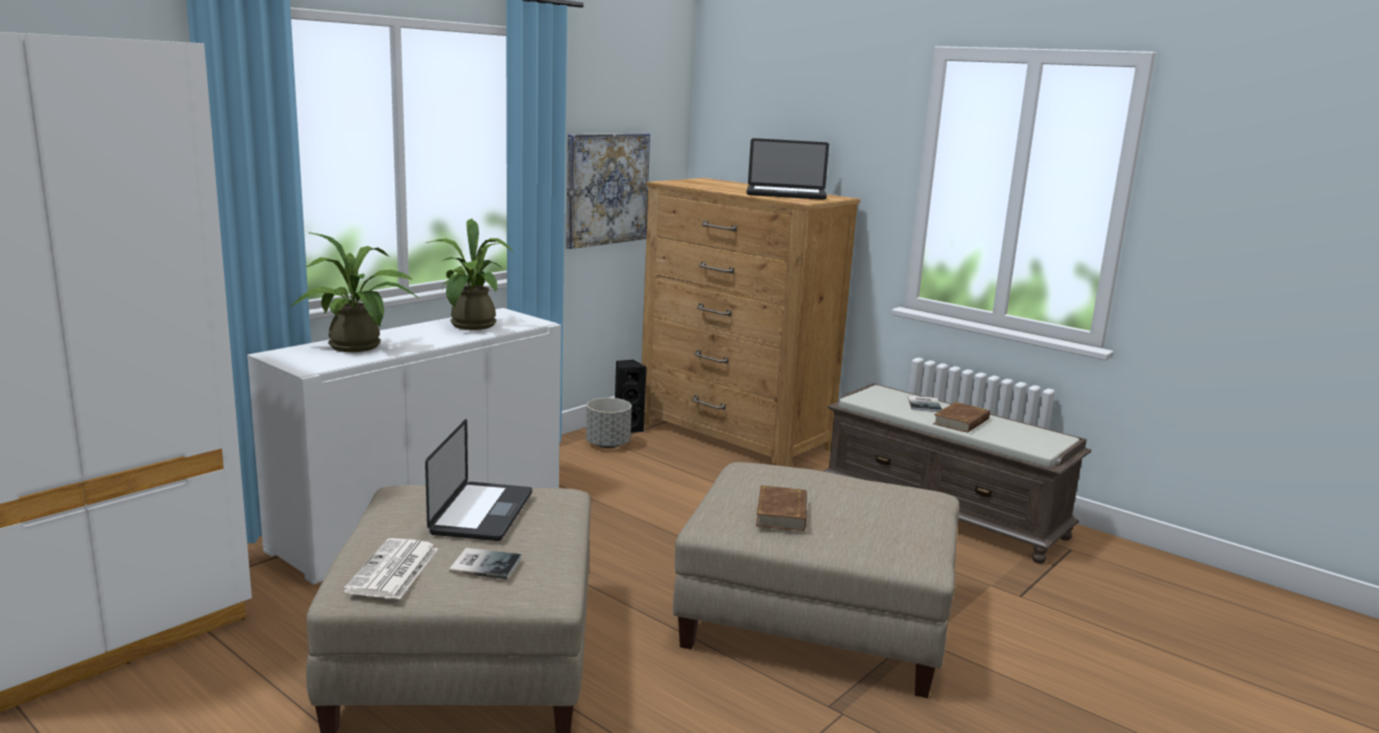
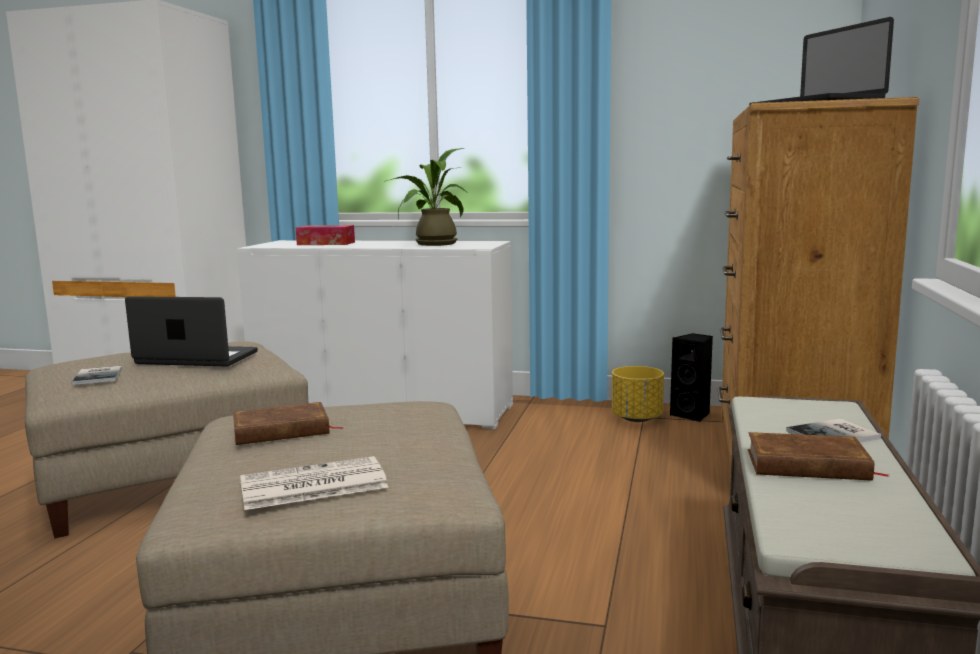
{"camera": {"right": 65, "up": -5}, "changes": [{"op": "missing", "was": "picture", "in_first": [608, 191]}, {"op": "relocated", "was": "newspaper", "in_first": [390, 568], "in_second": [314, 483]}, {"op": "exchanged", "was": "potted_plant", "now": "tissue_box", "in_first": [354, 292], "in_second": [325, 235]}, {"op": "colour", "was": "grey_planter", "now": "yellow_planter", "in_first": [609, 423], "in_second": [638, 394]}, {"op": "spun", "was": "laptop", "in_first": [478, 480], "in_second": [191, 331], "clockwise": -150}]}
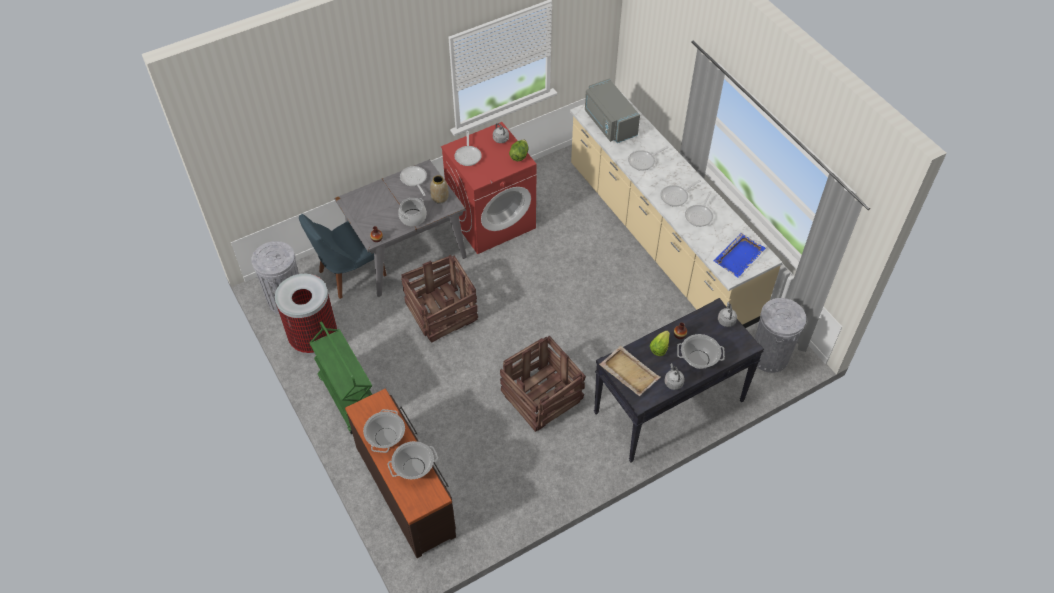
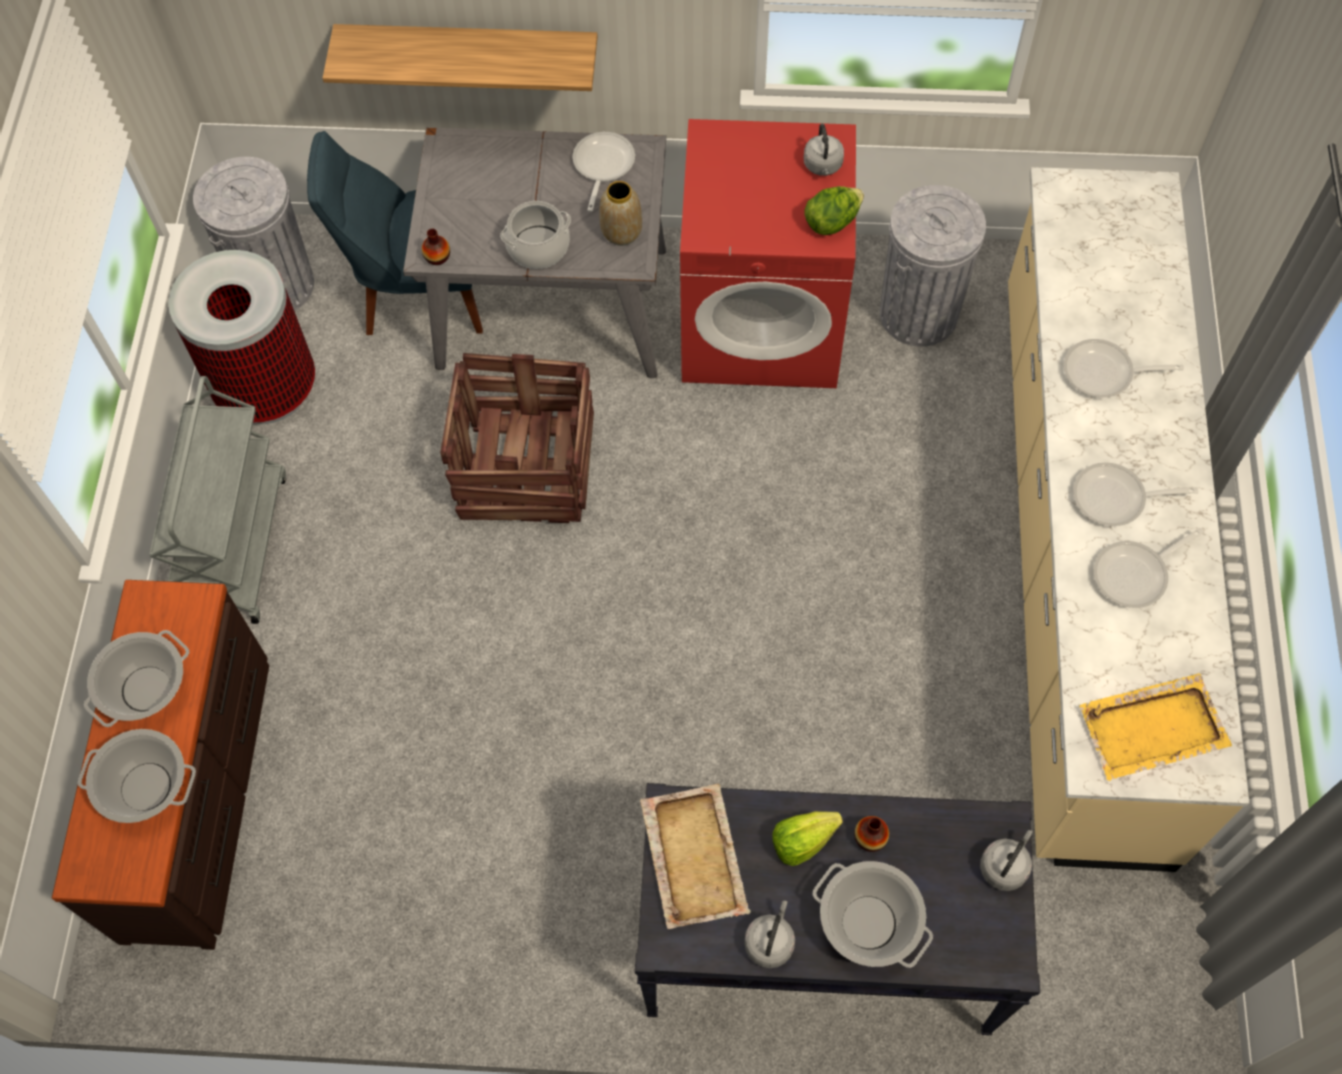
{"camera": {"right": 35, "up": 10}, "changes": [{"op": "missing", "was": "frying_pan", "in_first": [468, 148]}, {"op": "missing", "was": "crate", "in_first": [543, 384]}, {"op": "missing", "was": "grey_microwave", "in_first": [612, 111]}, {"op": "appeared", "now": "shelf", "in_second": [460, 57]}, {"op": "relocated", "was": "grey_trash_can", "in_first": [780, 335], "in_second": [933, 266]}, {"op": "colour", "was": "green_cart", "now": "grey_cart", "in_first": [341, 377], "in_second": [217, 500]}, {"op": "colour", "was": "blue_tray", "now": "yellow_tray", "in_first": [740, 255], "in_second": [1155, 727]}]}
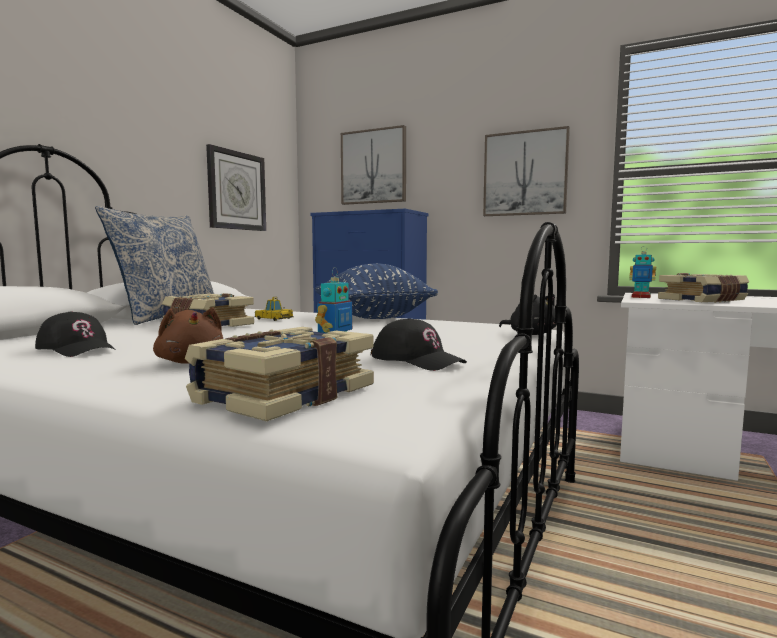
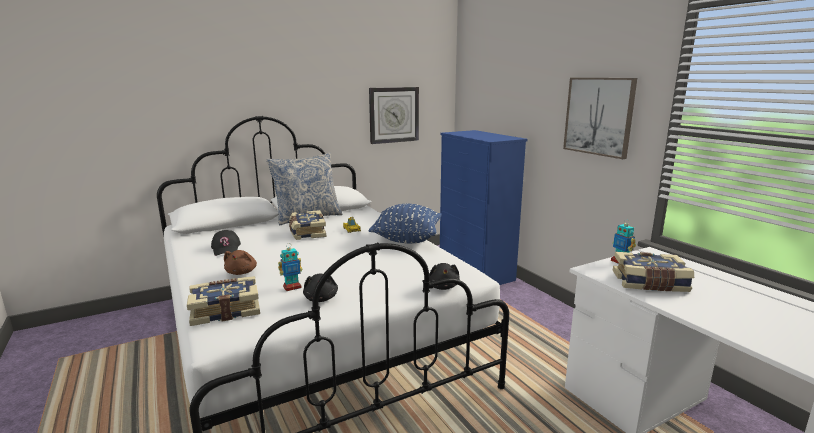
{"camera": {"right": 35, "up": 10}, "changes": [{"op": "missing", "was": "picture", "in_first": [373, 165]}, {"op": "exchanged", "was": "black_cap", "now": "black_plush_toy", "in_first": [419, 344], "in_second": [320, 288]}]}
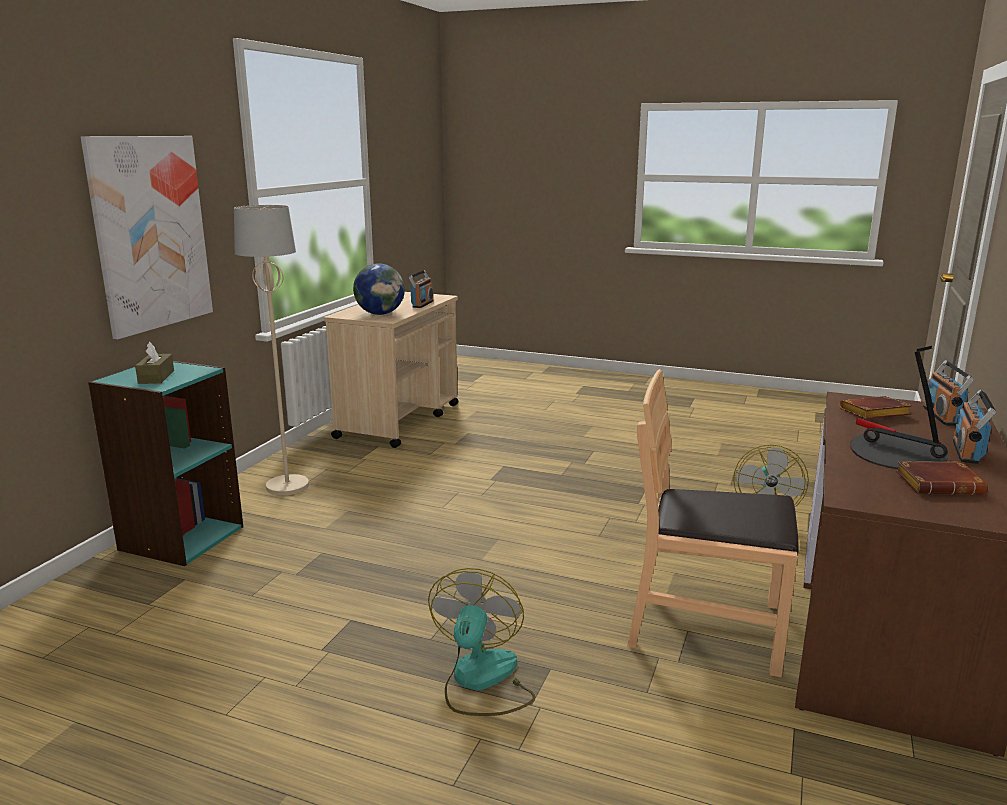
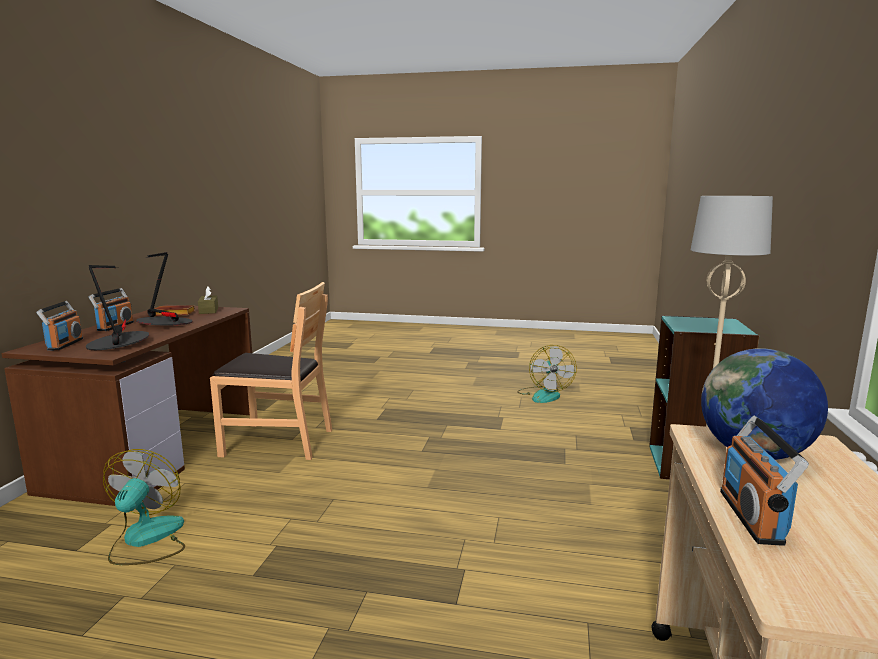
{"camera": {"right": 170, "up": -5}, "changes": [{"op": "missing", "was": "picture", "in_first": [147, 237]}, {"op": "relocated", "was": "brown_tissue_box", "in_first": [154, 363], "in_second": [208, 300]}, {"op": "relocated", "was": "fan", "in_first": [481, 642], "in_second": [547, 374]}, {"op": "exchanged", "was": "brown_book", "now": "table_lamp", "in_first": [876, 407], "in_second": [117, 307]}]}
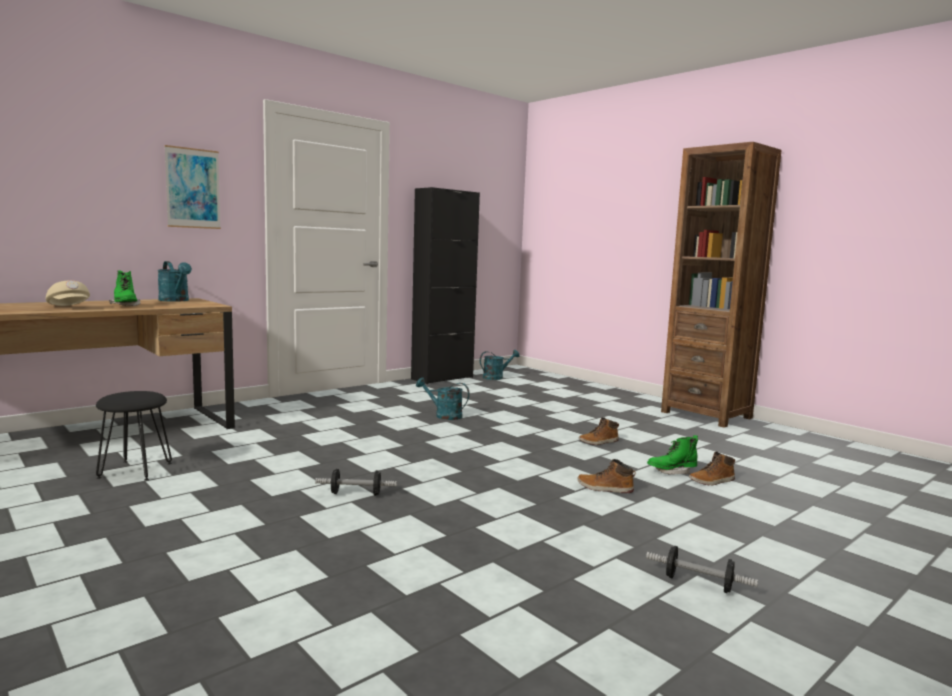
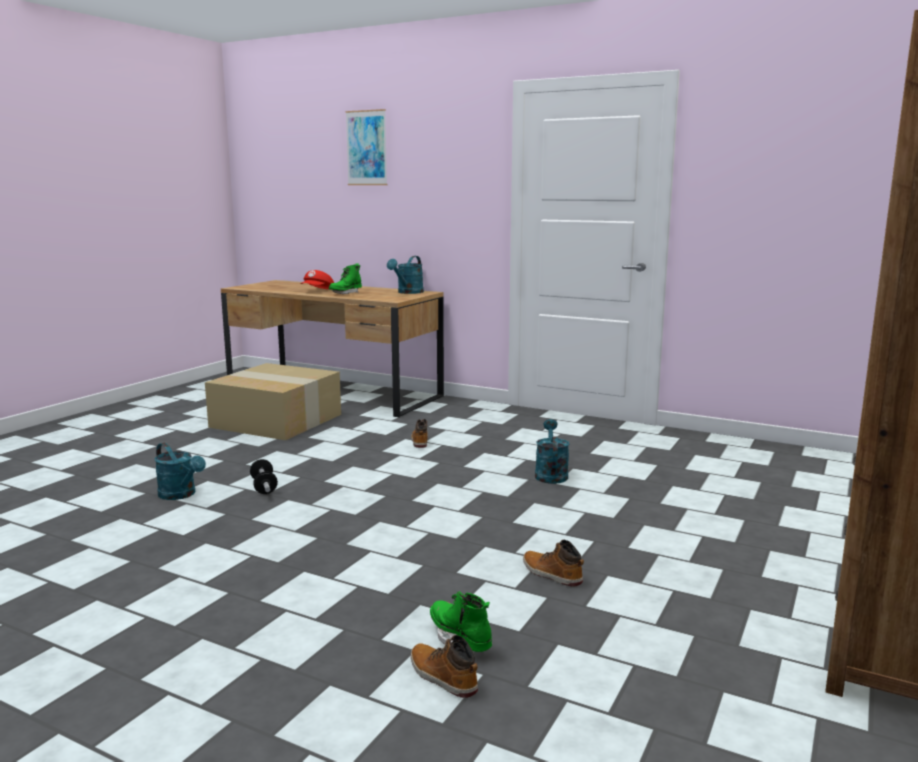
{"camera": {"right": 70, "up": 5}, "changes": [{"op": "missing", "was": "black_cabinet", "in_first": [445, 285]}, {"op": "missing", "was": "dumbbell", "in_first": [702, 569]}, {"op": "relocated", "was": "picture", "in_first": [192, 187], "in_second": [366, 147]}, {"op": "relocated", "was": "turquoise_watering_can", "in_first": [500, 365], "in_second": [180, 471]}, {"op": "relocated", "was": "boot", "in_first": [606, 476], "in_second": [419, 433]}, {"op": "exchanged", "was": "black_stool", "now": "cardboard_box", "in_first": [134, 436], "in_second": [273, 401]}, {"op": "colour", "was": "beige_cap", "now": "red_cap", "in_first": [68, 293], "in_second": [317, 279]}]}
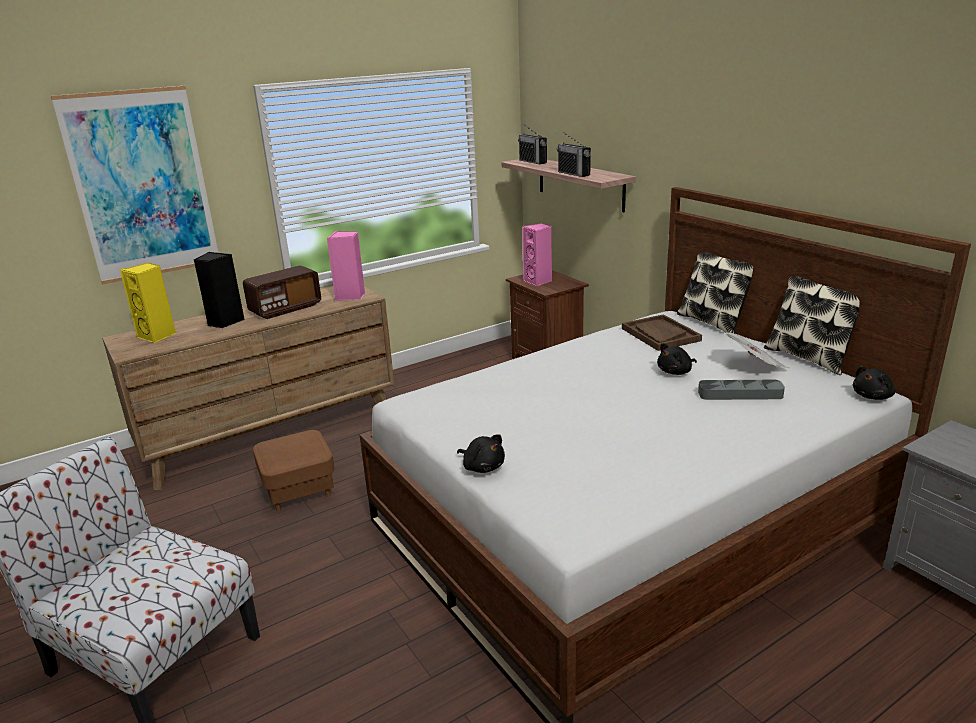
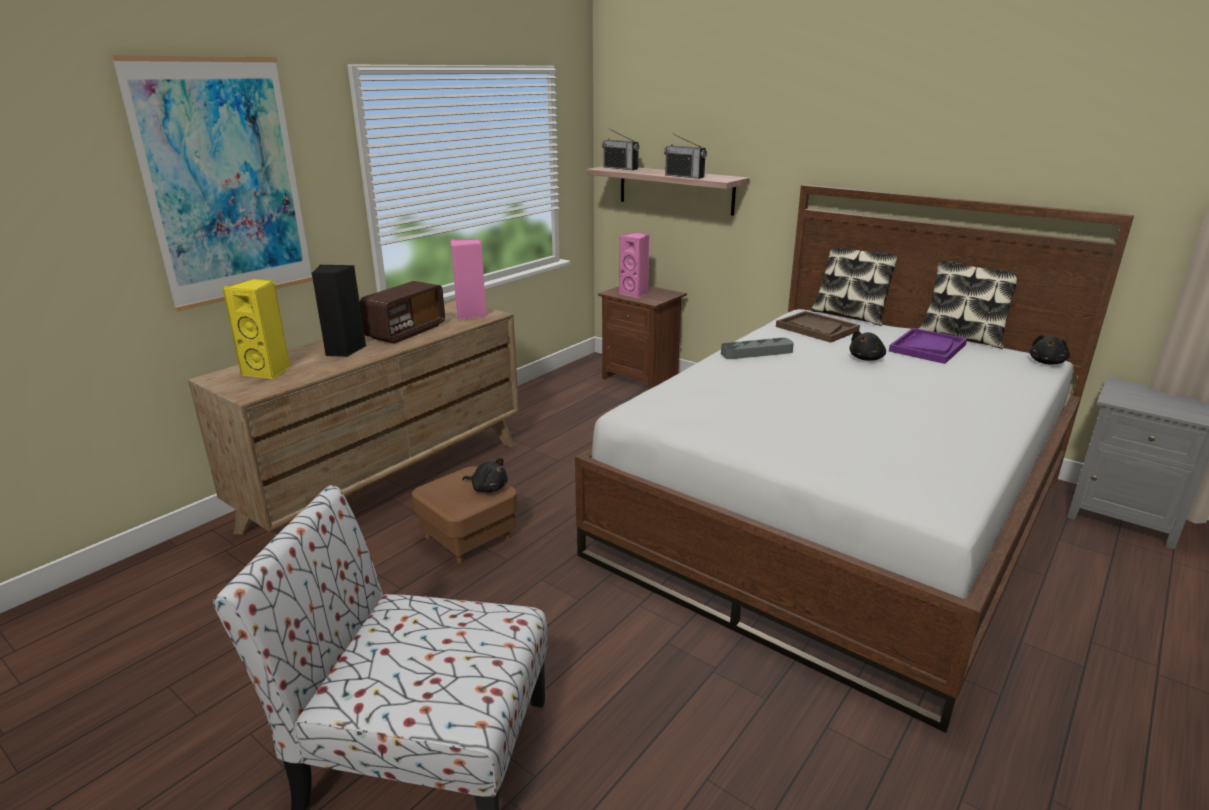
{"camera": {"right": -20, "up": 0}, "changes": [{"op": "relocated", "was": "black_plush_toy", "in_first": [481, 453], "in_second": [485, 475]}, {"op": "relocated", "was": "grey_tray", "in_first": [741, 390], "in_second": [757, 348]}, {"op": "exchanged", "was": "newspaper", "now": "purple_tray", "in_first": [756, 350], "in_second": [928, 346]}]}
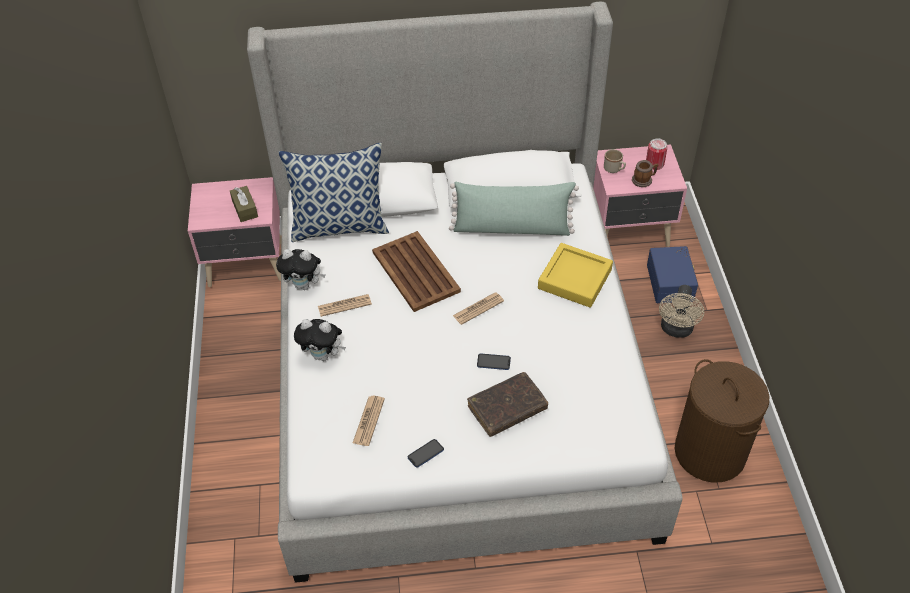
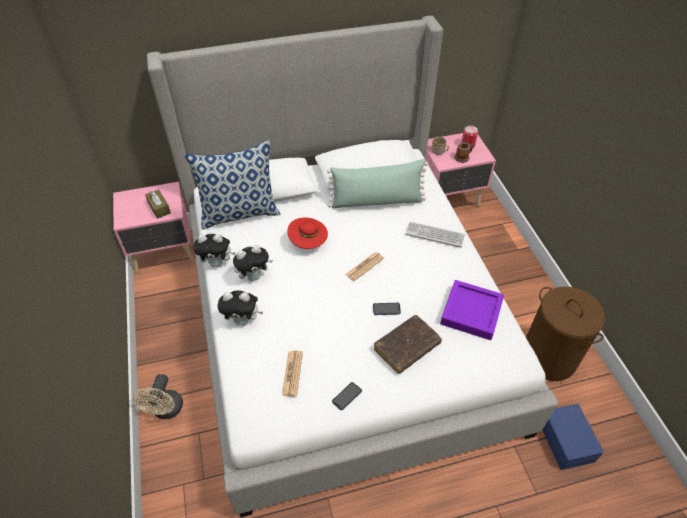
{"camera": {"right": -10, "up": 0}, "changes": [{"op": "appeared", "now": "purple_tray", "in_second": [472, 310]}, {"op": "relocated", "was": "blue_storage_box", "in_first": [672, 274], "in_second": [573, 437]}, {"op": "relocated", "was": "beige_fan", "in_first": [681, 311], "in_second": [157, 396]}, {"op": "exchanged", "was": "newspaper", "now": "plush_toy", "in_first": [345, 305], "in_second": [253, 263]}, {"op": "exchanged", "was": "brown_tray", "now": "red_hat", "in_first": [416, 271], "in_second": [307, 233]}, {"op": "exchanged", "was": "yellow_tray", "now": "keyboard", "in_first": [575, 275], "in_second": [435, 235]}]}
